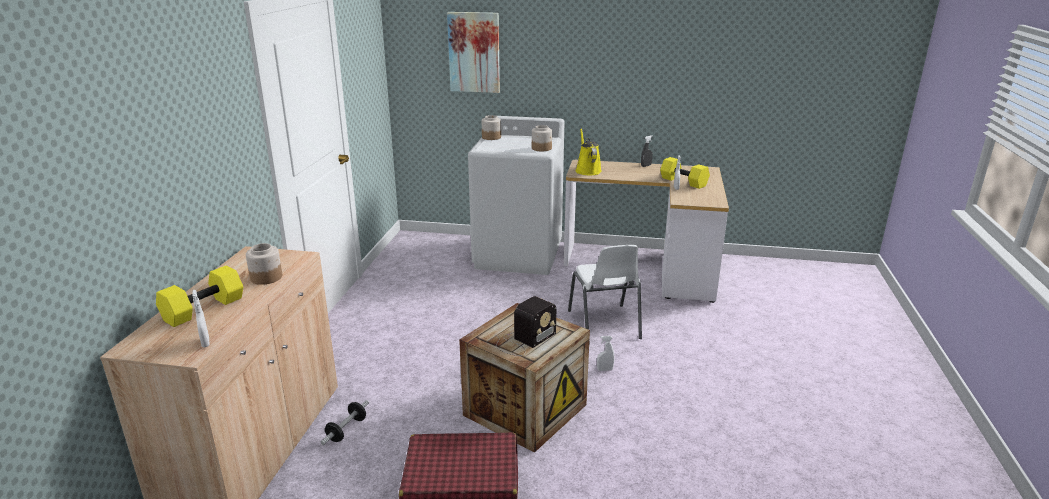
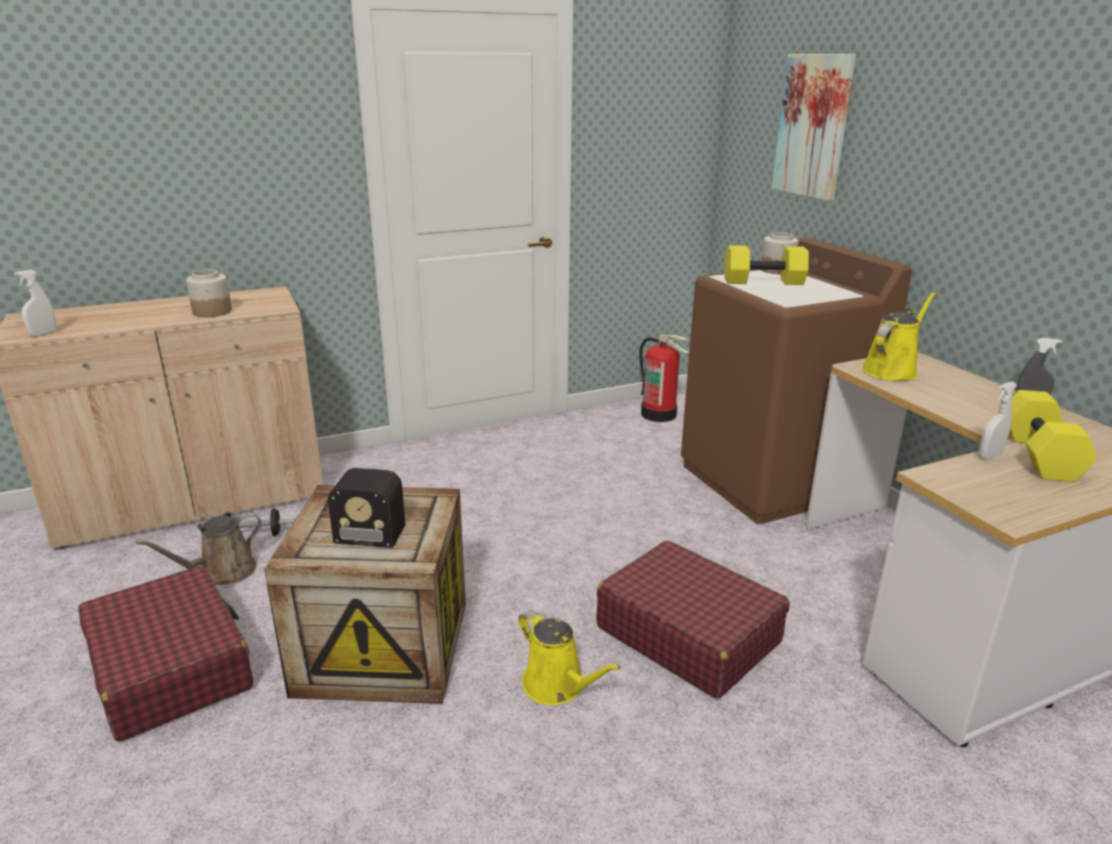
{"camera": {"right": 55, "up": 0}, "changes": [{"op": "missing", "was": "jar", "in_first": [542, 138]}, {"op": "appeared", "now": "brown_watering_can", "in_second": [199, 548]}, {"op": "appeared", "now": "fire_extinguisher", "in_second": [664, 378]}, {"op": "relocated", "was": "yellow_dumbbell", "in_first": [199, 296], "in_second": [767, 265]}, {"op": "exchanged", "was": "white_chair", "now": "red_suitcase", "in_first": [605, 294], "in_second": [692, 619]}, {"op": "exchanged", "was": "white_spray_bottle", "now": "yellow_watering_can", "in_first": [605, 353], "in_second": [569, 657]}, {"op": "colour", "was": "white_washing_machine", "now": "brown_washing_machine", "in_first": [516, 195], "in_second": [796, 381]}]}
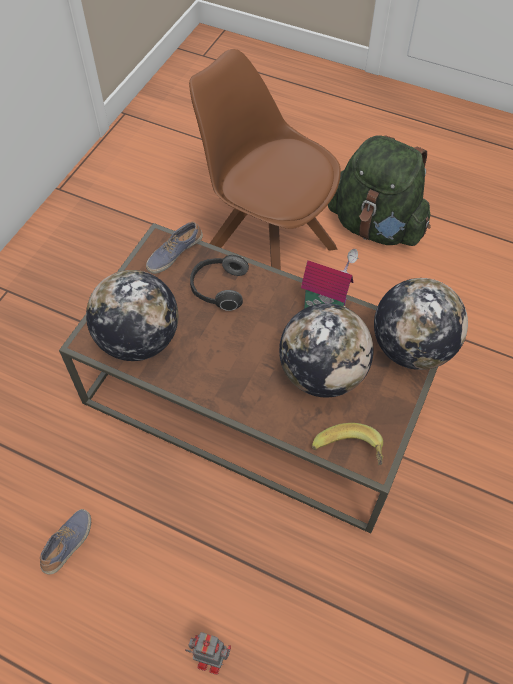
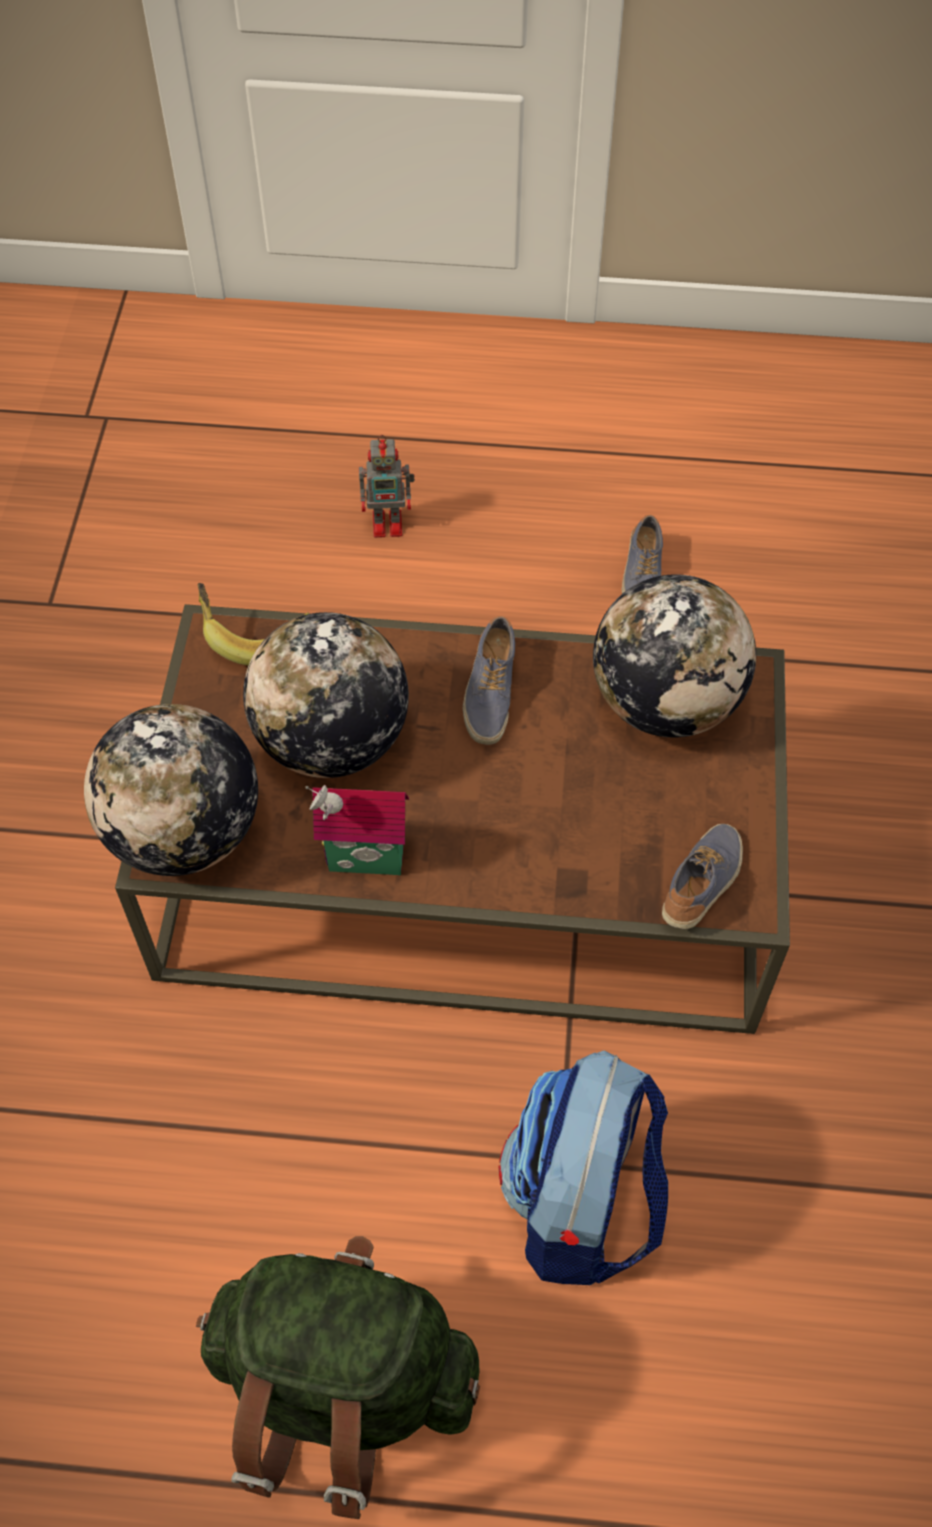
{"camera": {"right": 160, "up": 0}, "changes": [{"op": "missing", "was": "headphones", "in_first": [219, 283]}, {"op": "appeared", "now": "shoe", "in_second": [489, 680]}, {"op": "exchanged", "was": "brown_chair", "now": "backpack", "in_first": [265, 159], "in_second": [583, 1168]}]}
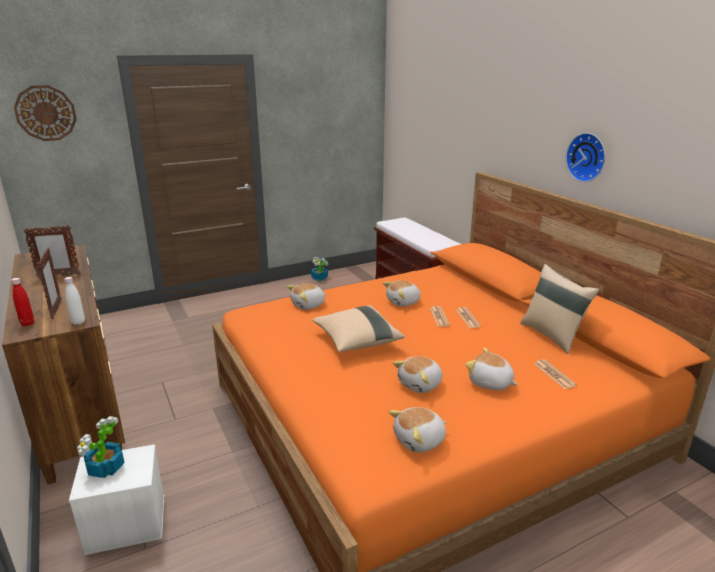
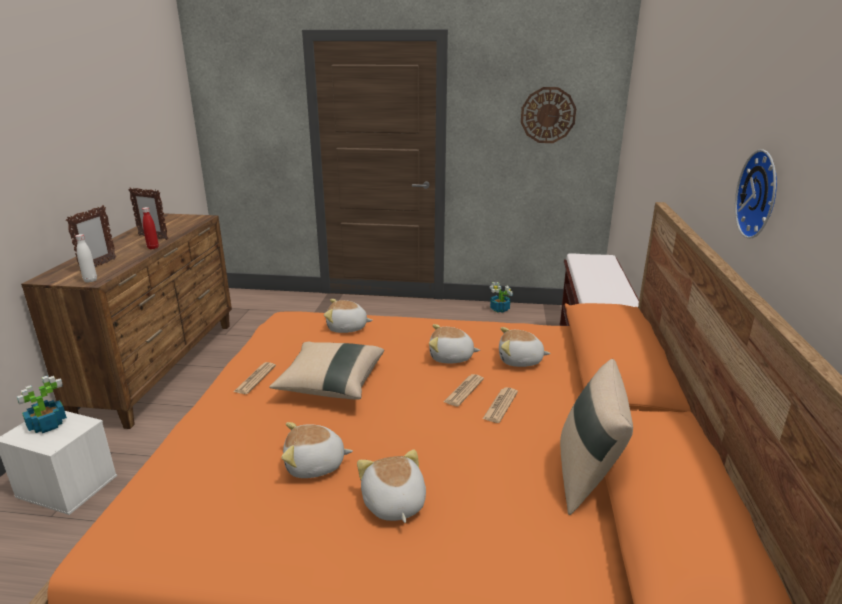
{"camera": {"right": 35, "up": 0}, "changes": [{"op": "relocated", "was": "red_bottle", "in_first": [22, 302], "in_second": [150, 228]}, {"op": "relocated", "was": "wall_clock", "in_first": [45, 113], "in_second": [548, 115]}, {"op": "relocated", "was": "plush_toy", "in_first": [417, 430], "in_second": [524, 347]}, {"op": "relocated", "was": "newspaper", "in_first": [555, 374], "in_second": [255, 378]}]}
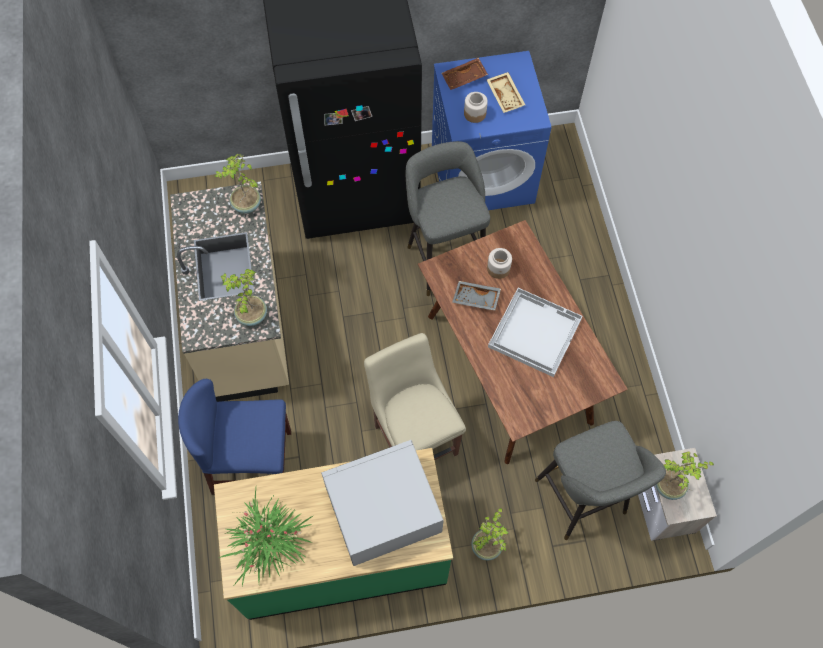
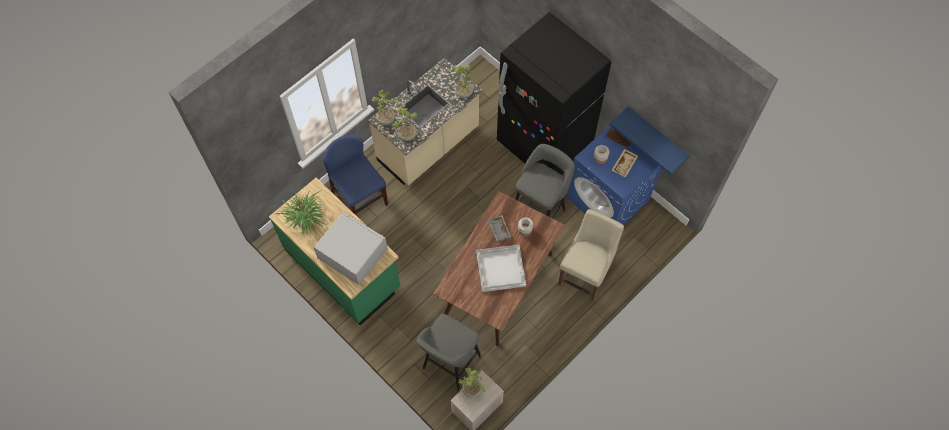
{"camera": {"right": 55, "up": 0}, "changes": [{"op": "appeared", "now": "blue_shelf", "in_second": [649, 141]}, {"op": "relocated", "was": "beige_chair", "in_first": [415, 396], "in_second": [591, 255]}, {"op": "relocated", "was": "potted_plant", "in_first": [490, 534], "in_second": [385, 107]}]}
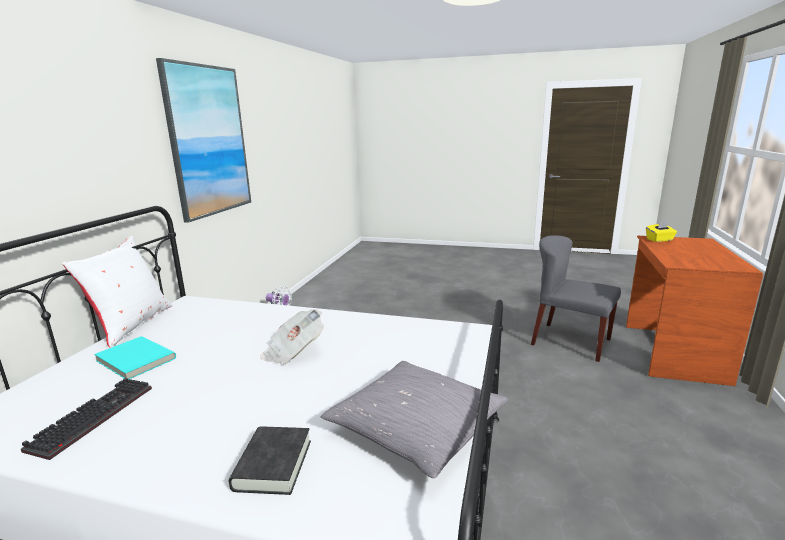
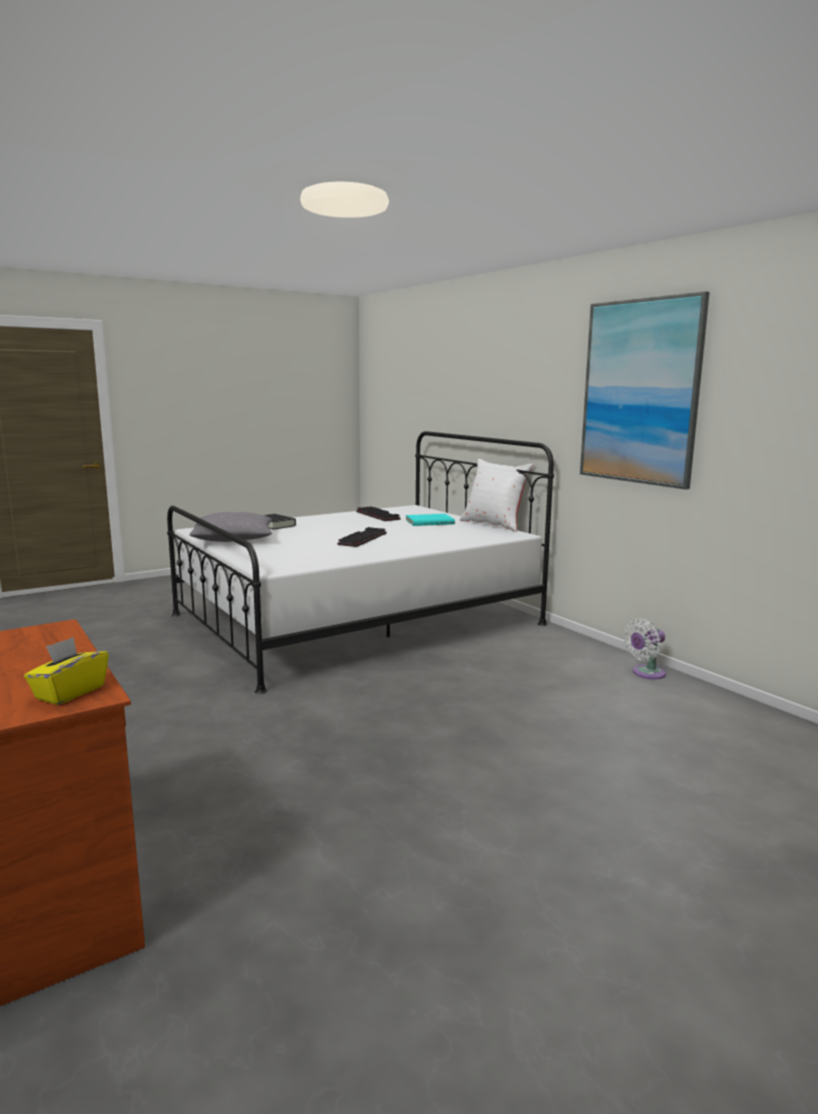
{"camera": {"right": 130, "up": -5}, "changes": [{"op": "missing", "was": "grey_chair", "in_first": [576, 298]}, {"op": "exchanged", "was": "newspaper", "now": "keyboard", "in_first": [292, 337], "in_second": [362, 537]}]}
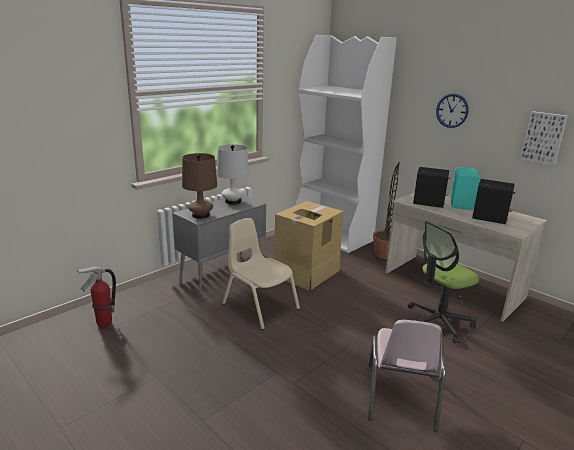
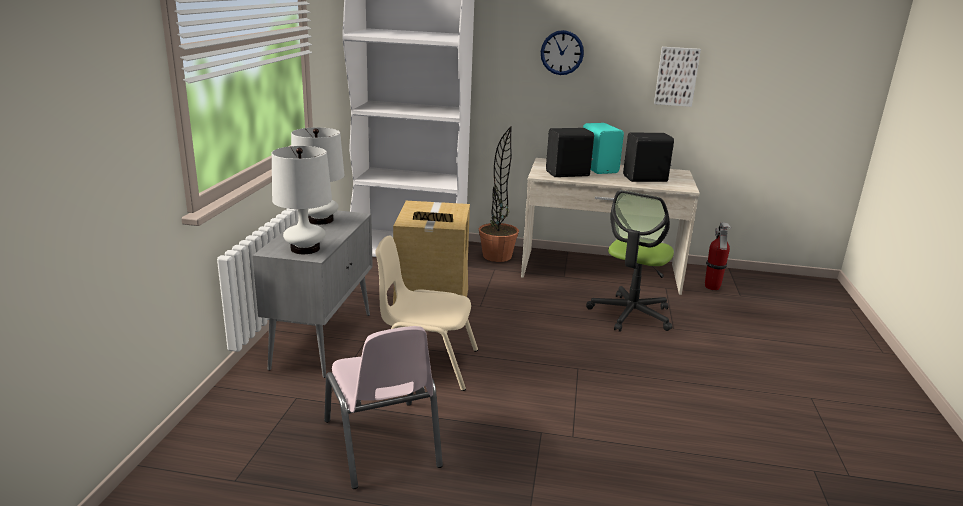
{"camera": {"right": -35, "up": 0}, "changes": [{"op": "relocated", "was": "fire_extinguisher", "in_first": [96, 297], "in_second": [718, 256]}, {"op": "relocated", "was": "pink_chair", "in_first": [407, 376], "in_second": [383, 407]}, {"op": "colour", "was": "brown_table_lamp", "now": "white_table_lamp", "in_first": [199, 186], "in_second": [302, 200]}]}
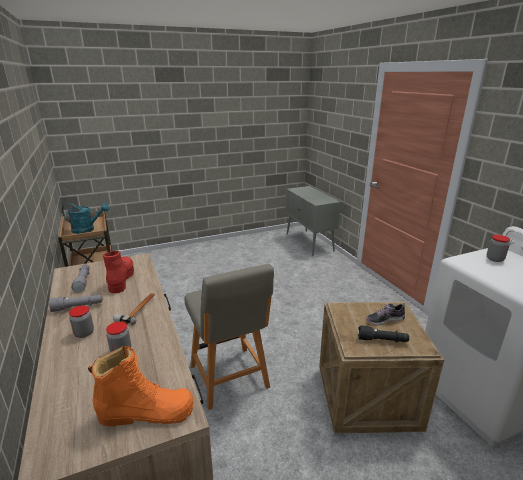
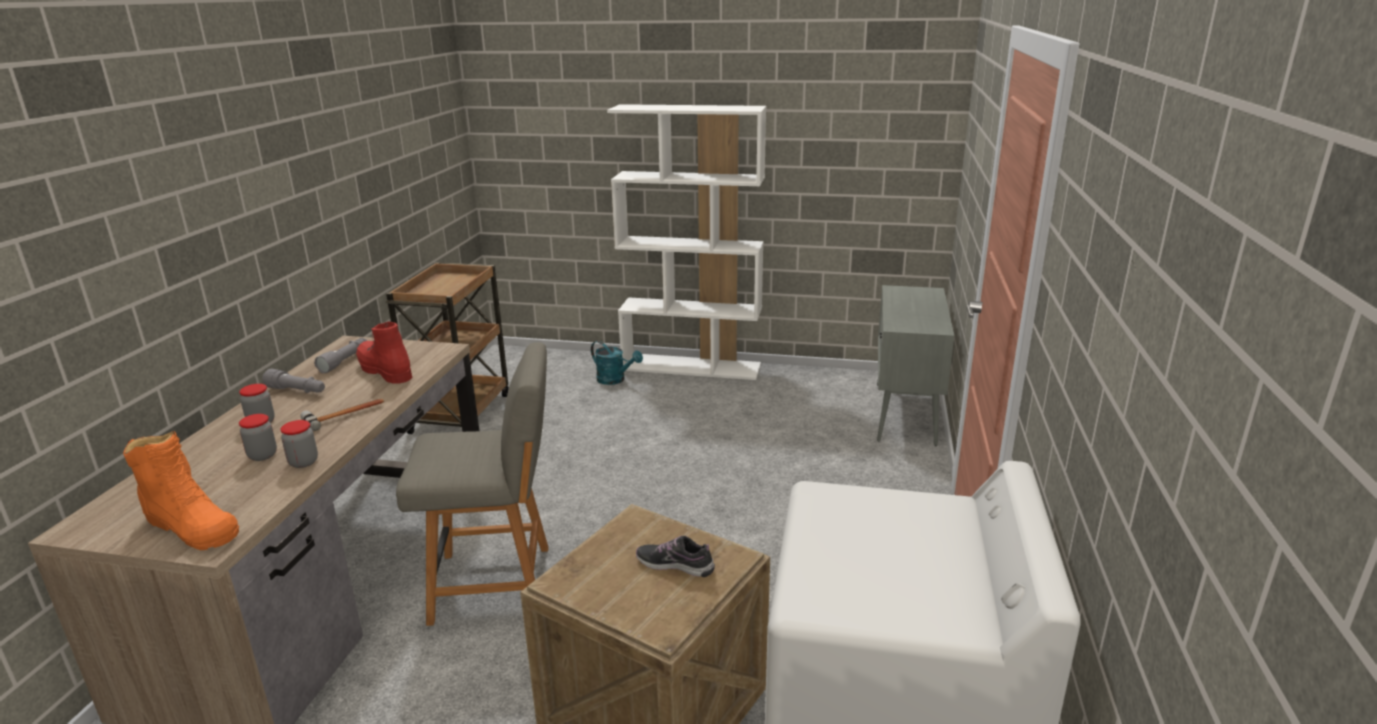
{"camera": {"right": 35, "up": 0}, "changes": [{"op": "missing", "was": "black_flashlight", "in_first": [383, 334]}, {"op": "appeared", "now": "white_bookcase", "in_second": [686, 242]}, {"op": "relocated", "was": "turquoise_watering_can", "in_first": [85, 218], "in_second": [617, 363]}, {"op": "relocated", "was": "jar", "in_first": [498, 248], "in_second": [299, 444]}, {"op": "spun", "was": "red_boot", "in_first": [118, 272], "in_second": [384, 353], "clockwise": -75}, {"op": "spun", "was": "grey_chair", "in_first": [229, 337], "in_second": [472, 484], "clockwise": -105}]}
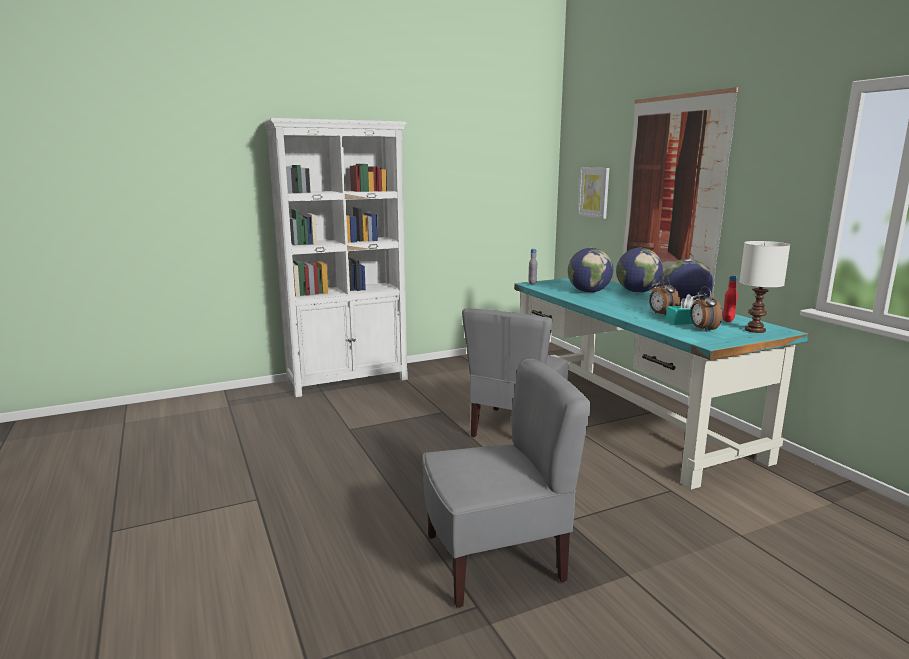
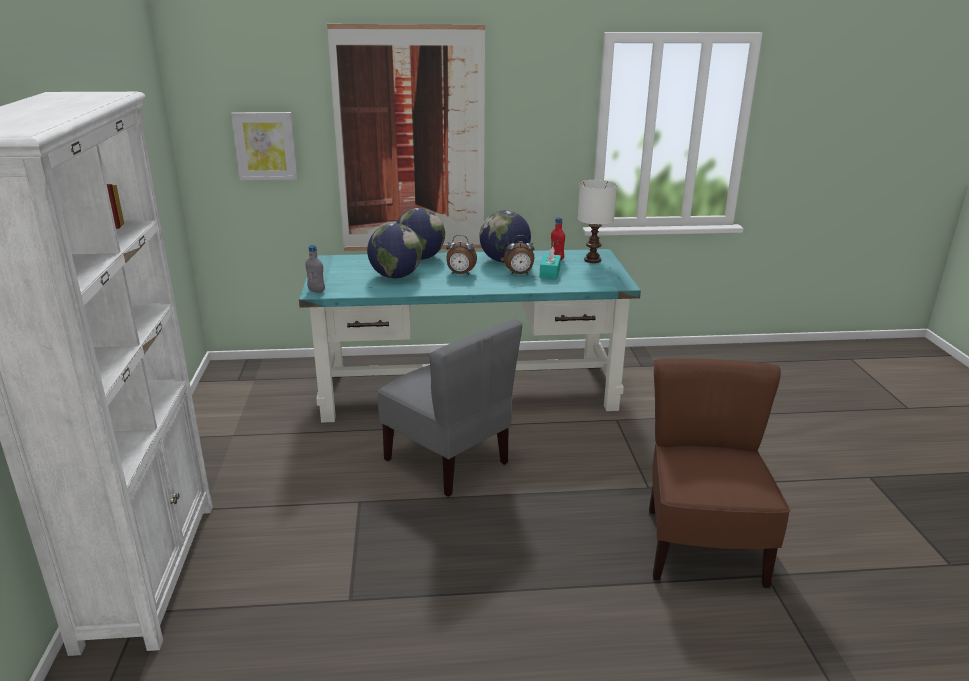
{"camera": {"right": -70, "up": 10}, "changes": [{"op": "relocated", "was": "alarm_clock", "in_first": [706, 309], "in_second": [461, 255]}, {"op": "colour", "was": "grey_chair", "now": "brown_chair", "in_first": [507, 483], "in_second": [719, 473]}]}
